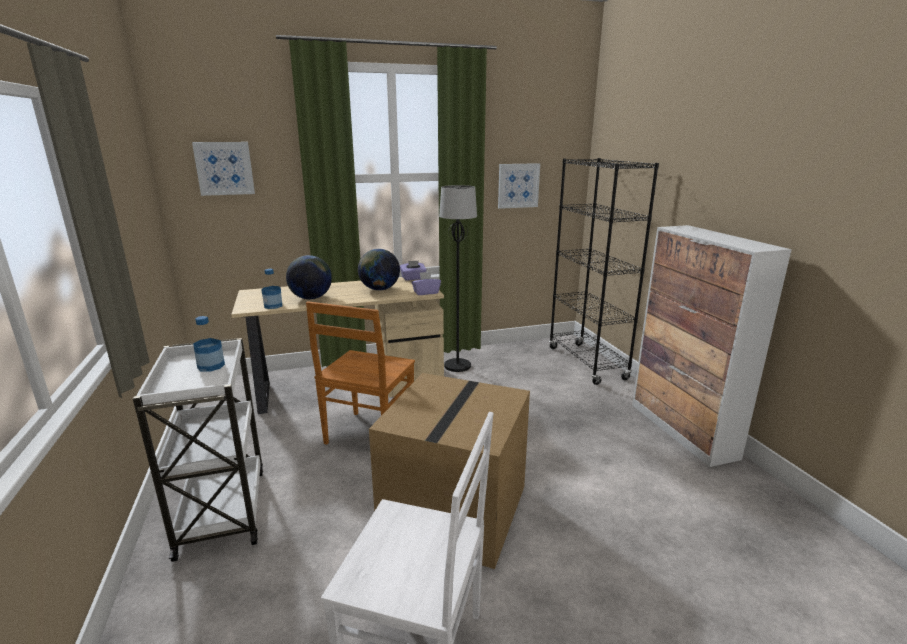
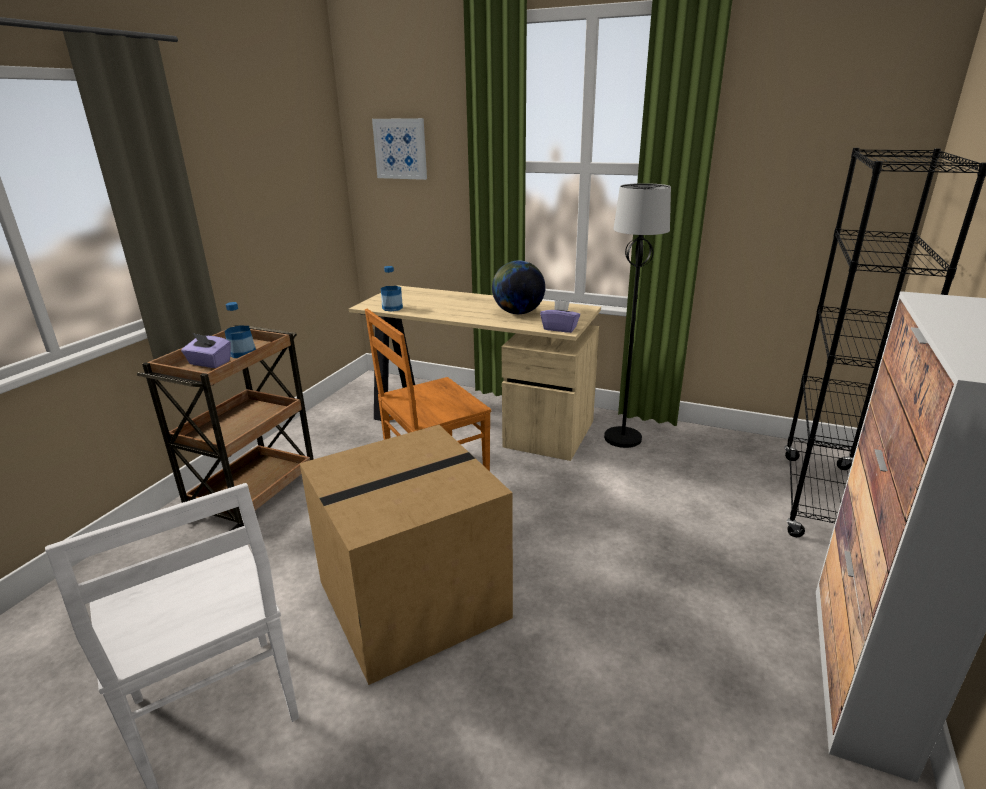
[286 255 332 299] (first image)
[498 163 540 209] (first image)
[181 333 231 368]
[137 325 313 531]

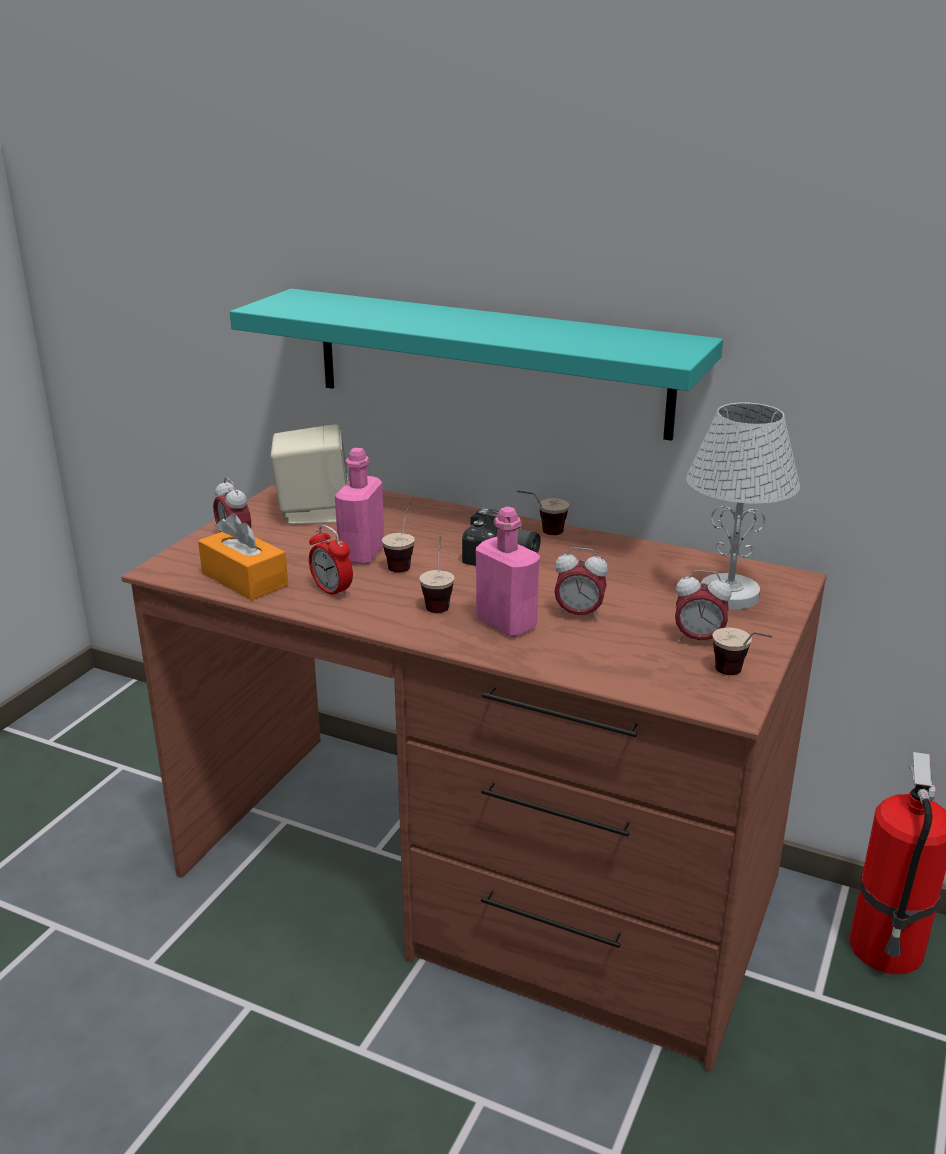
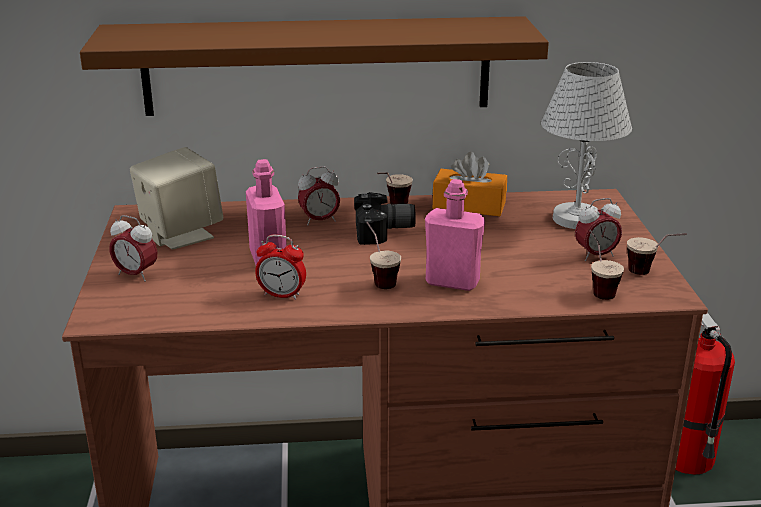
[433 152 507 216]
[590 230 624 300]
[298 166 340 226]
[80 16 549 116]

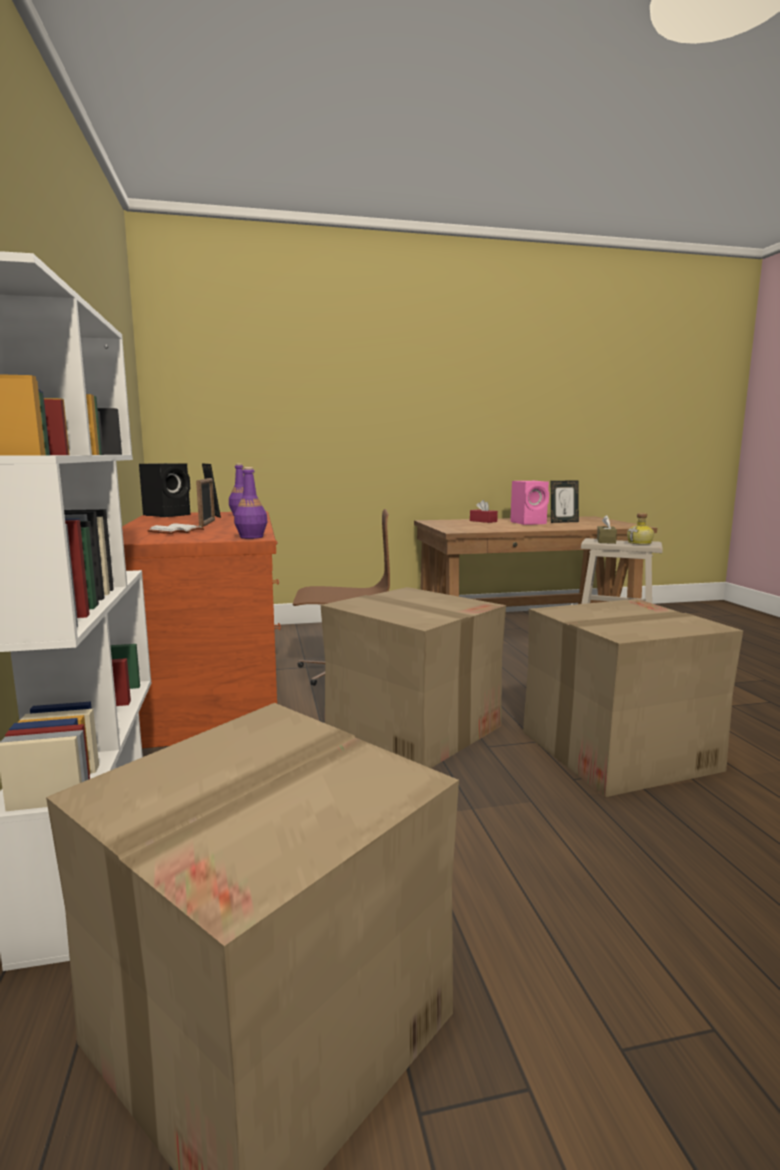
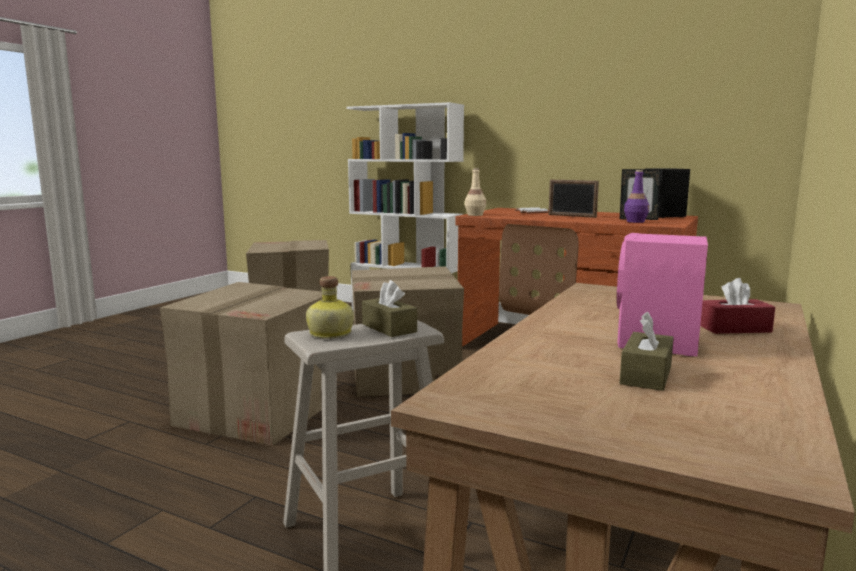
[620 312 674 391]
[465 168 486 216]

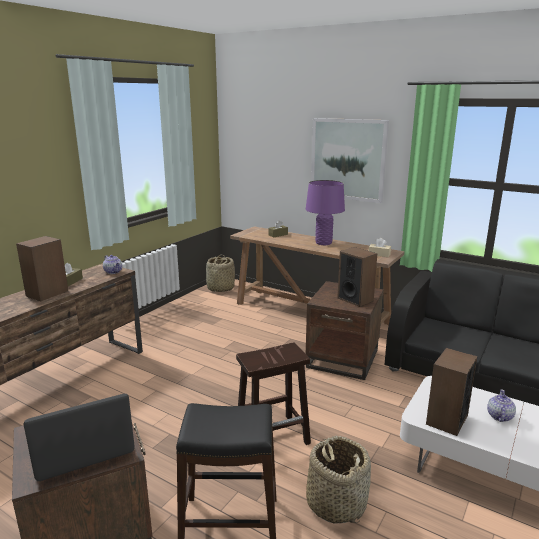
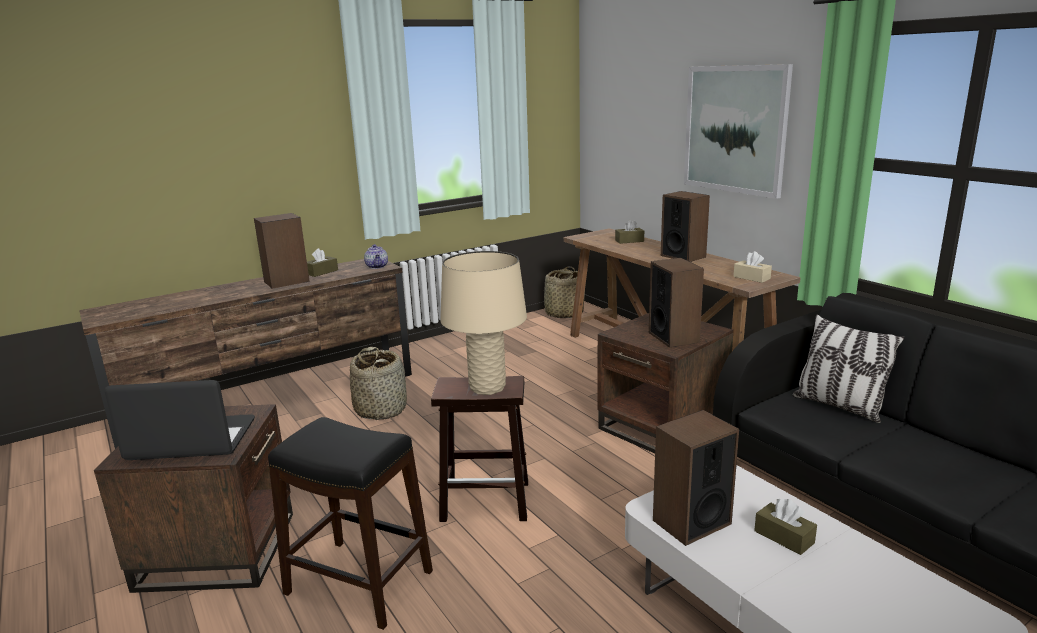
[440 251 527 395]
[792 315 904 423]
[350 347 407 420]
[661 191 710 262]
[754 499 817 555]

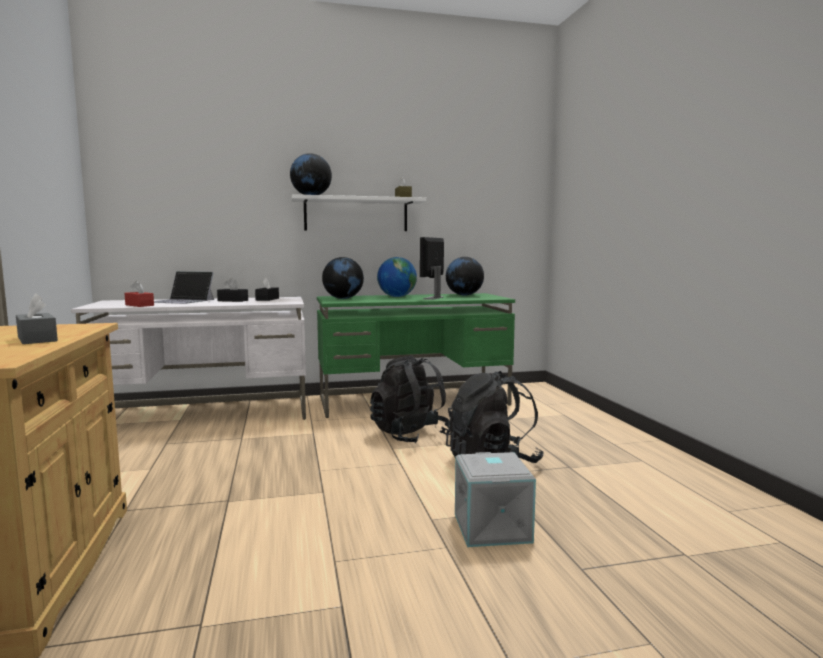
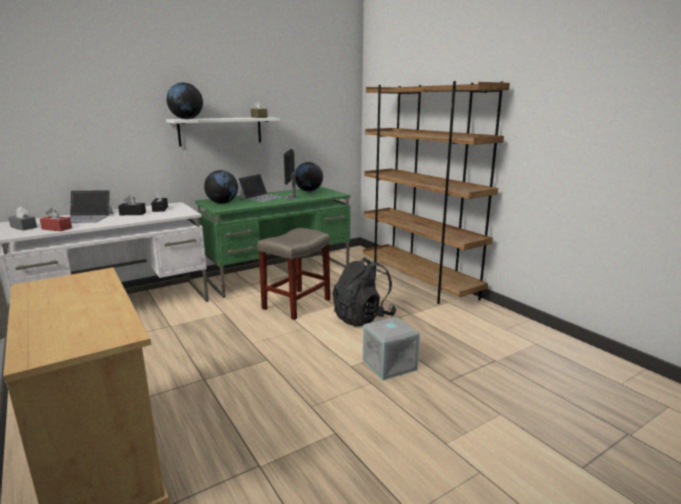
[363 81 510 304]
[8 206 37 231]
[257 228 330 320]
[237 174 284 202]

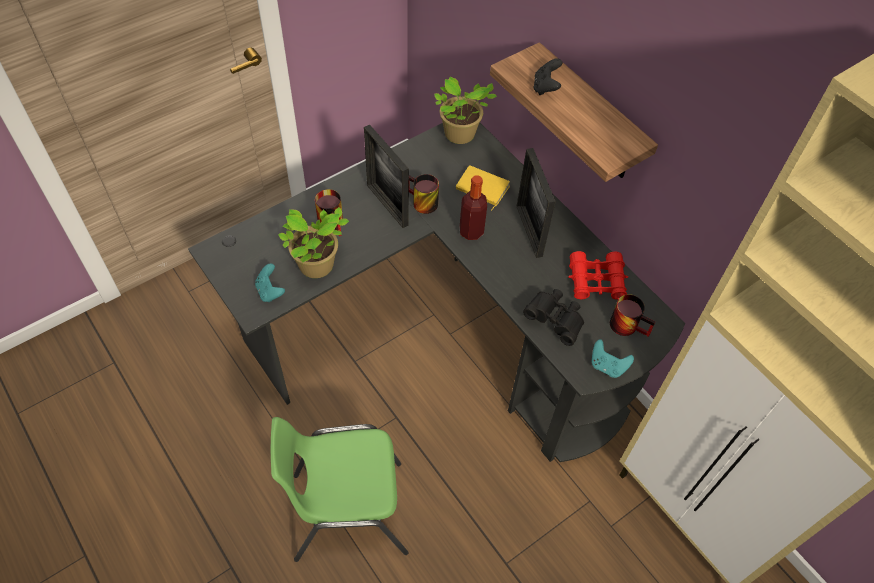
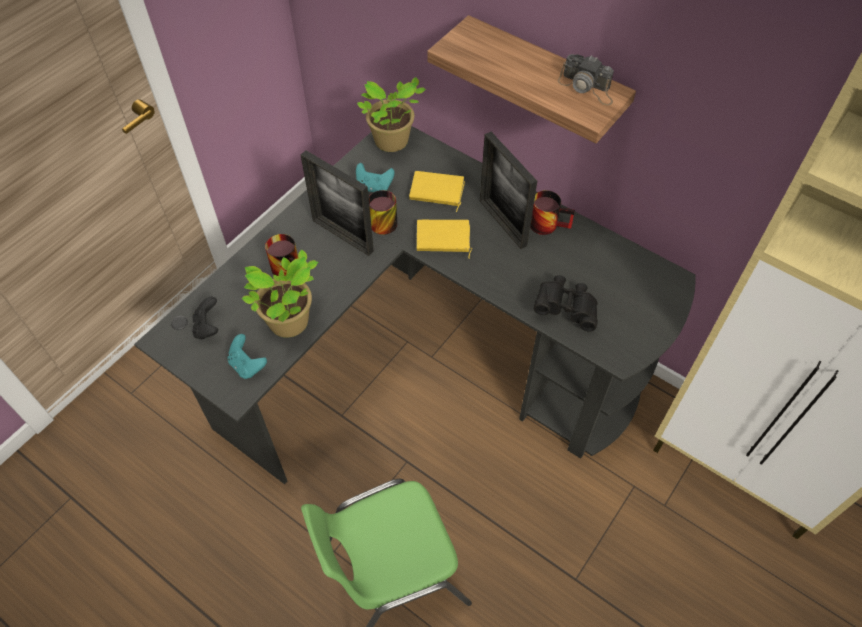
[568 251 628 300] (first image)
[558 54 614 105]
[192 297 218 339]
[356 163 395 192]
[530 190 575 235]
[417 220 472 259]

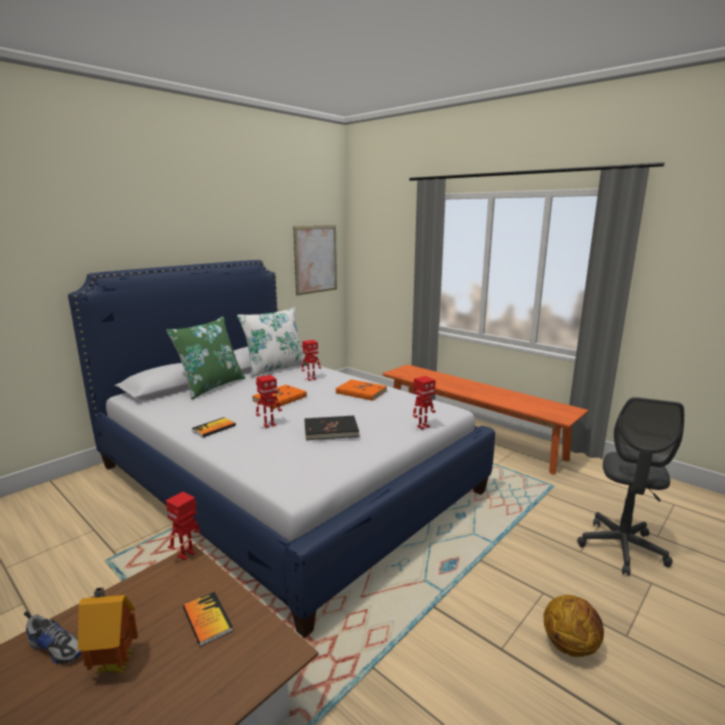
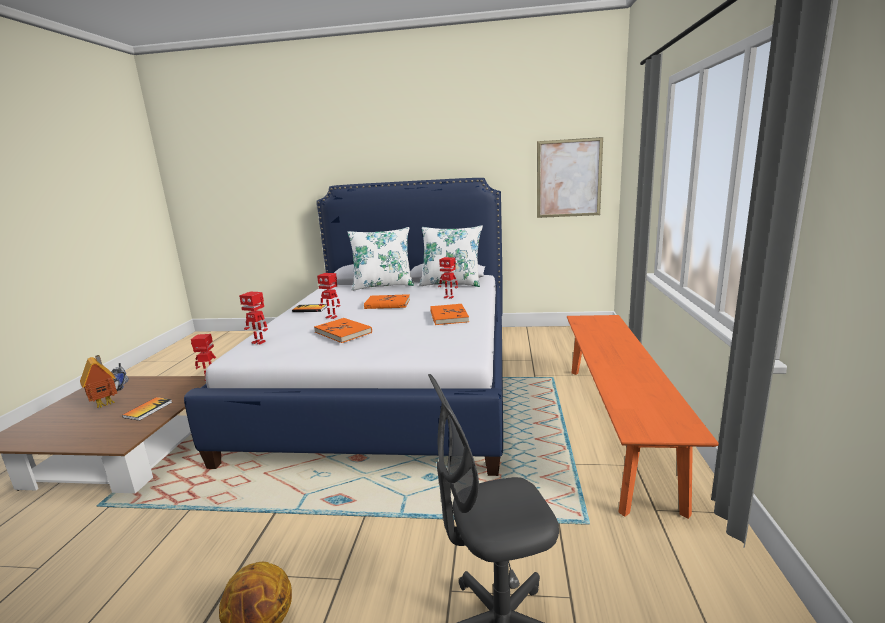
[239 292 268 344]
[348 227 414 291]
[314 318 372 343]

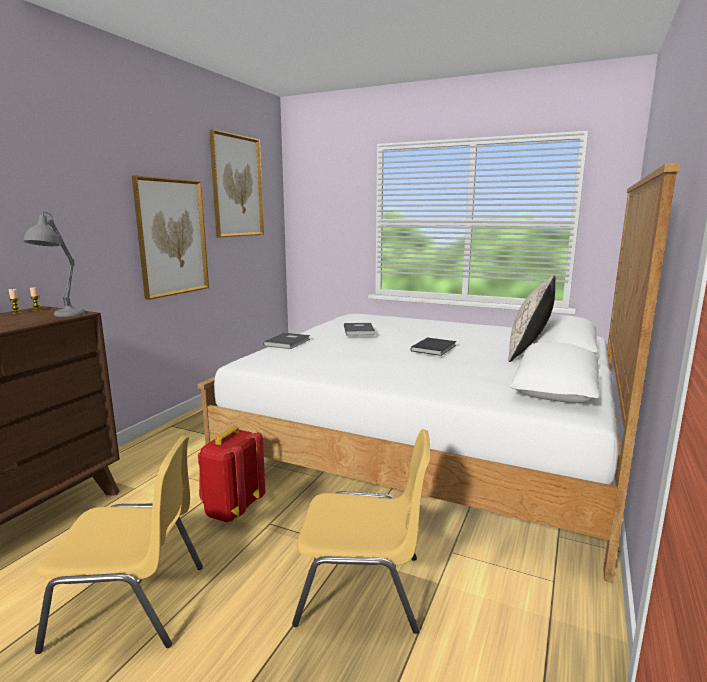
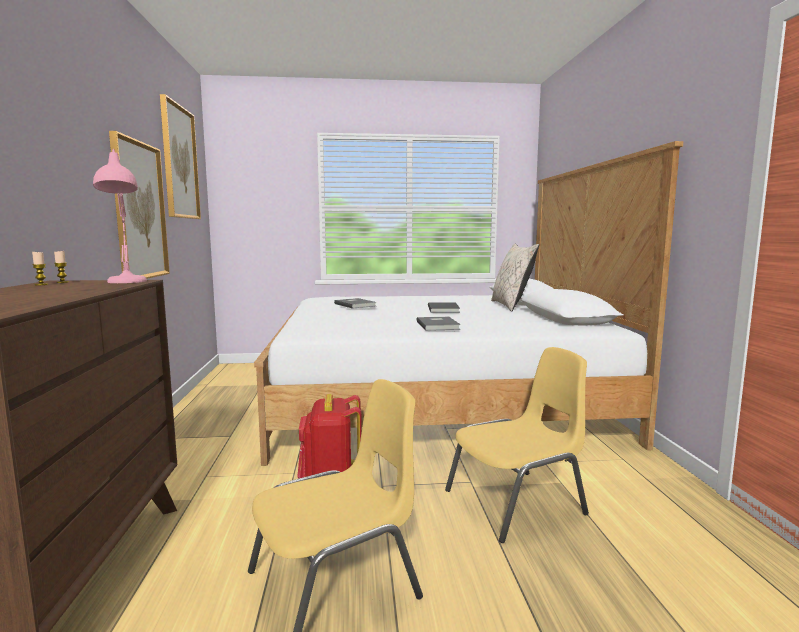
[416 317 461 331]
[93 149 147 283]

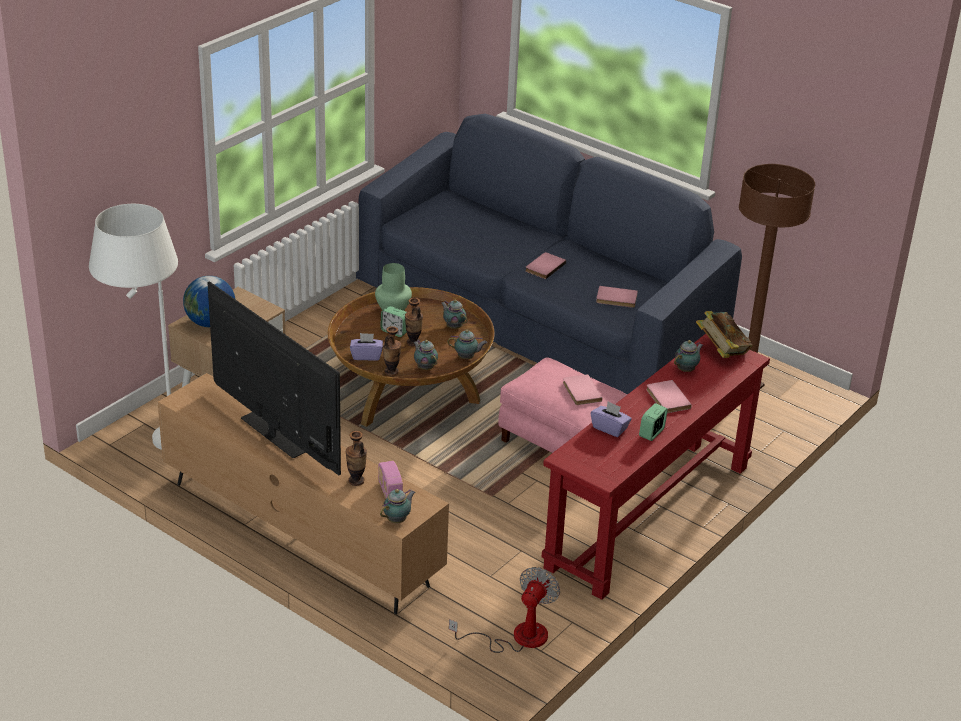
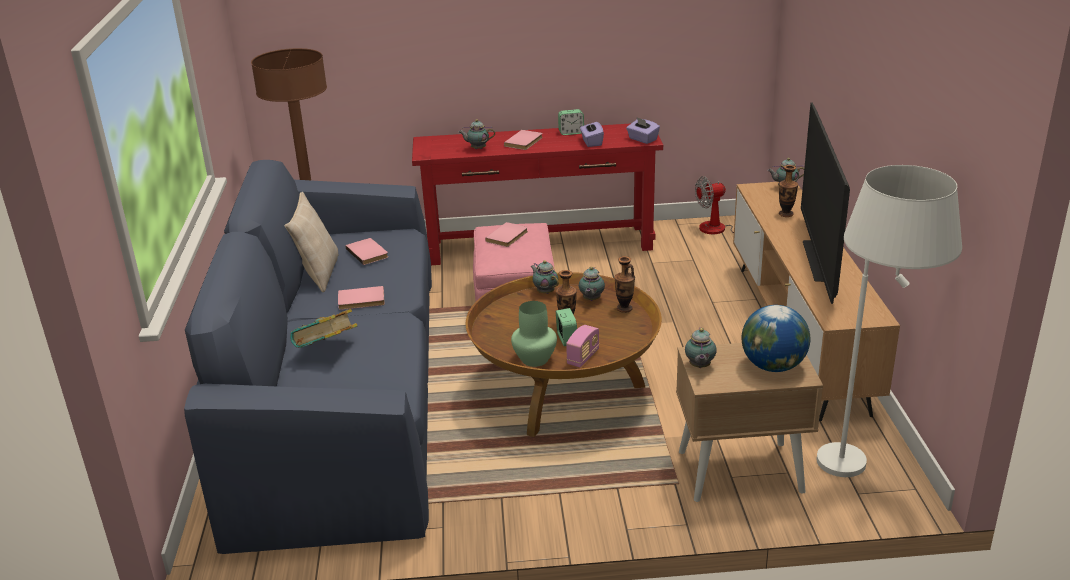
[285 192 339 292]
[626 117 660 144]
[566 325 599 367]
[685 327 717 368]
[290 309 357 348]

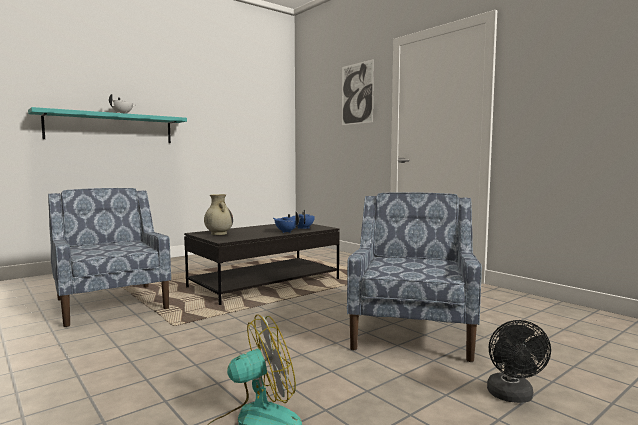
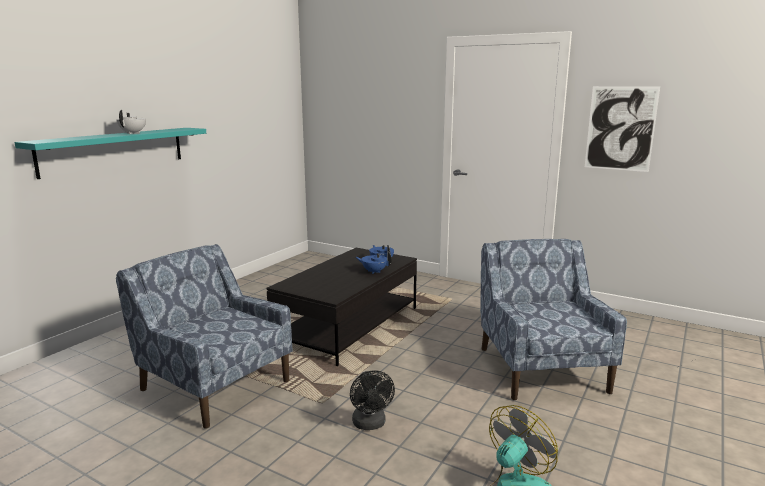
[204 194 233 235] (first image)
[585 86 660 172]
[350 370 395 430]

